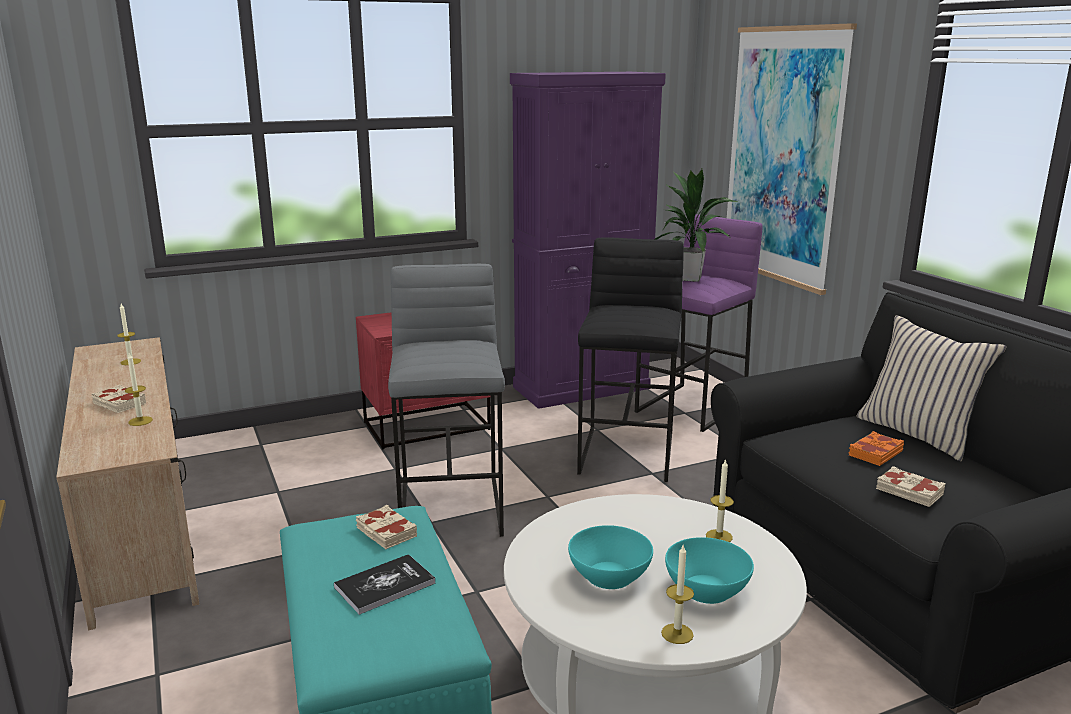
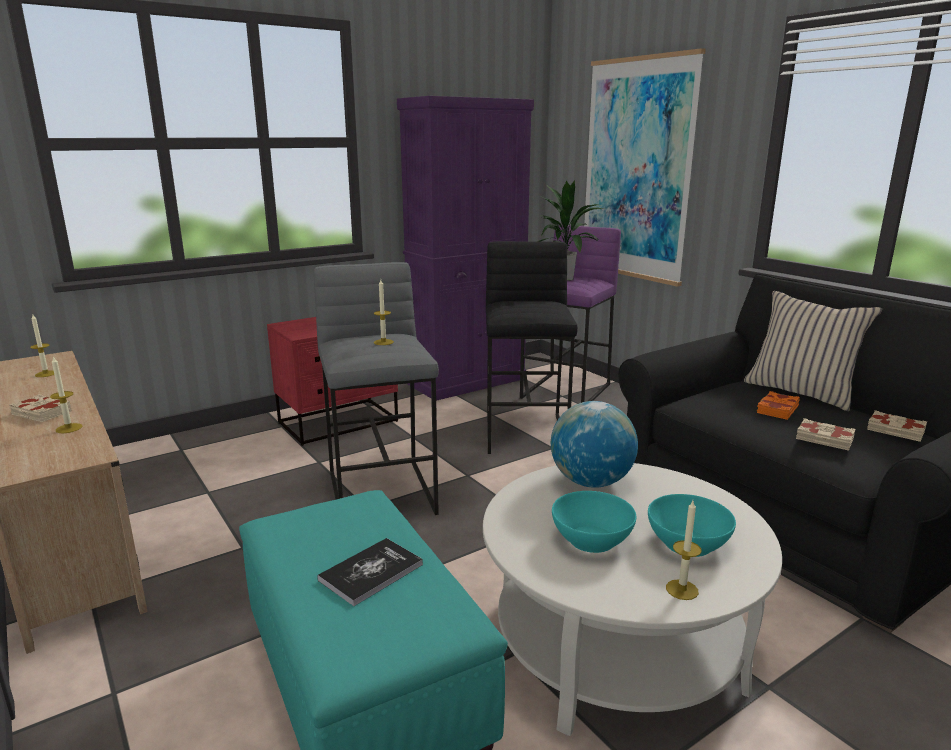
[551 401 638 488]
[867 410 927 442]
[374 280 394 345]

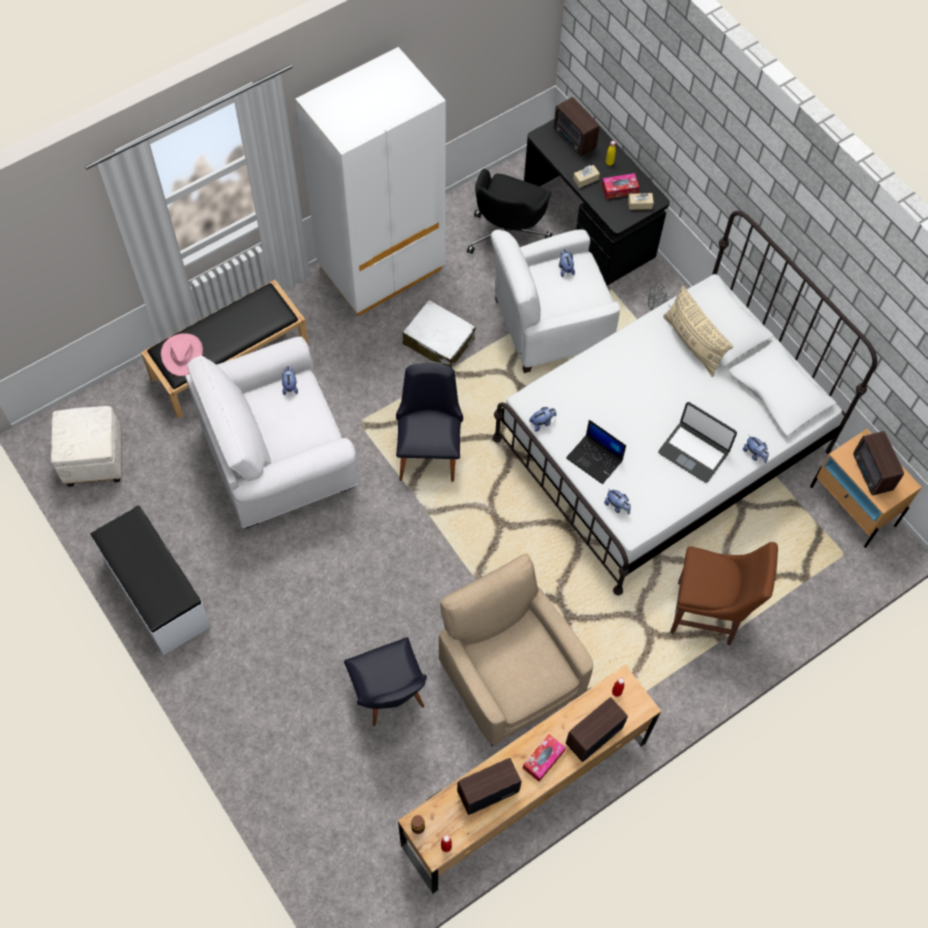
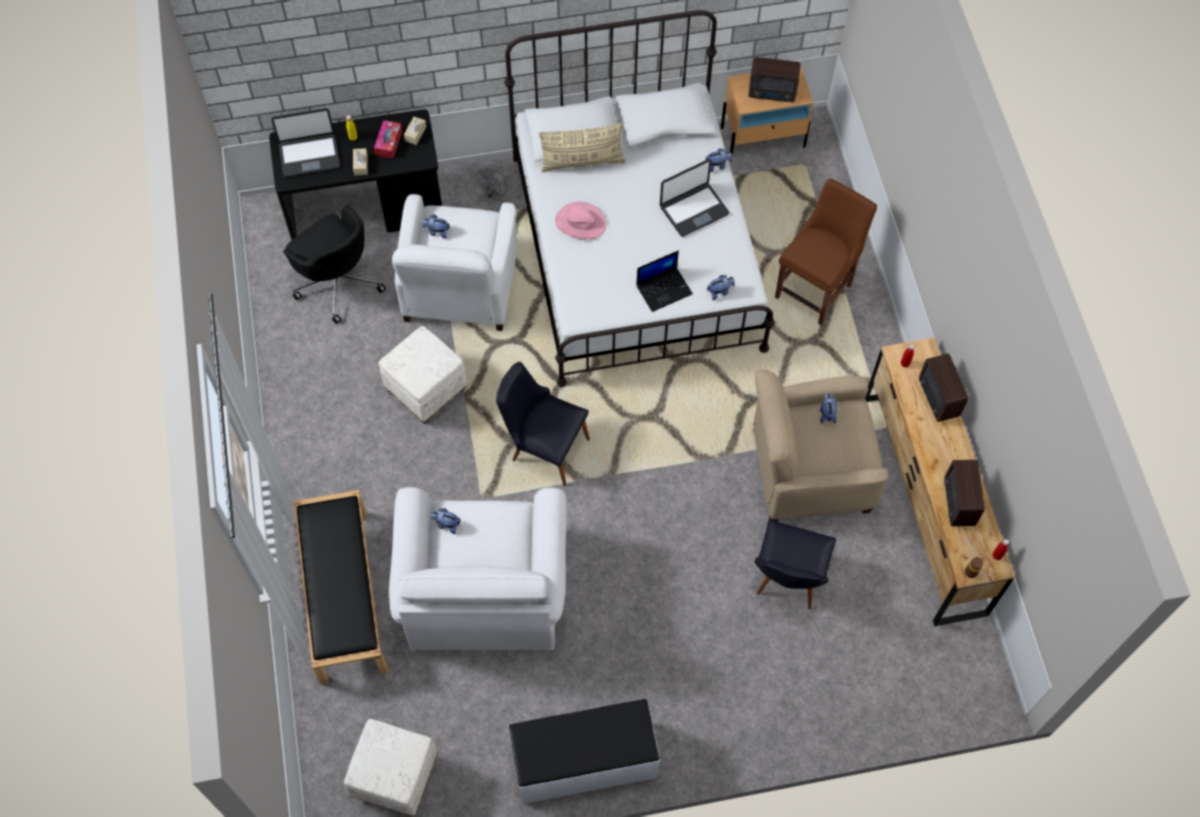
[295 47 446 316] (first image)
[523 734 566 782] (first image)
[555 202 606 239]
[820 393 837 424]
[378 326 467 424]
[271 108 340 177]
[755 520 836 609]

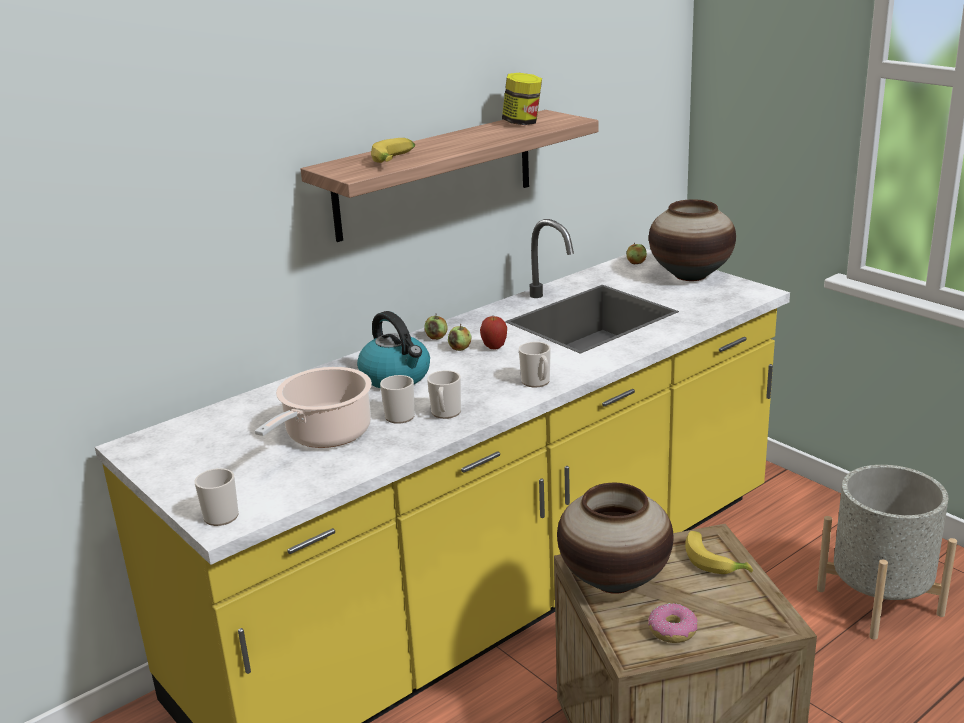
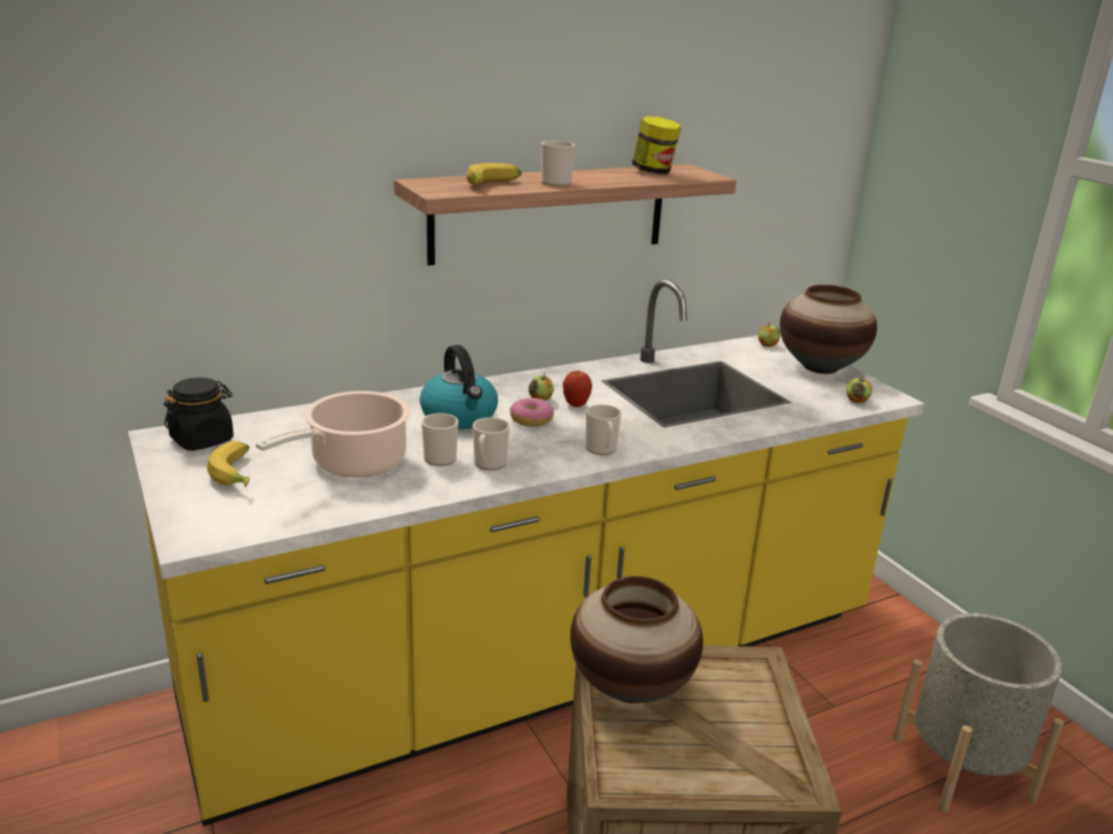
[164 378 234 451]
[541 141 575 186]
[846 375 872 403]
[510 398 554 427]
[207 441 250 487]

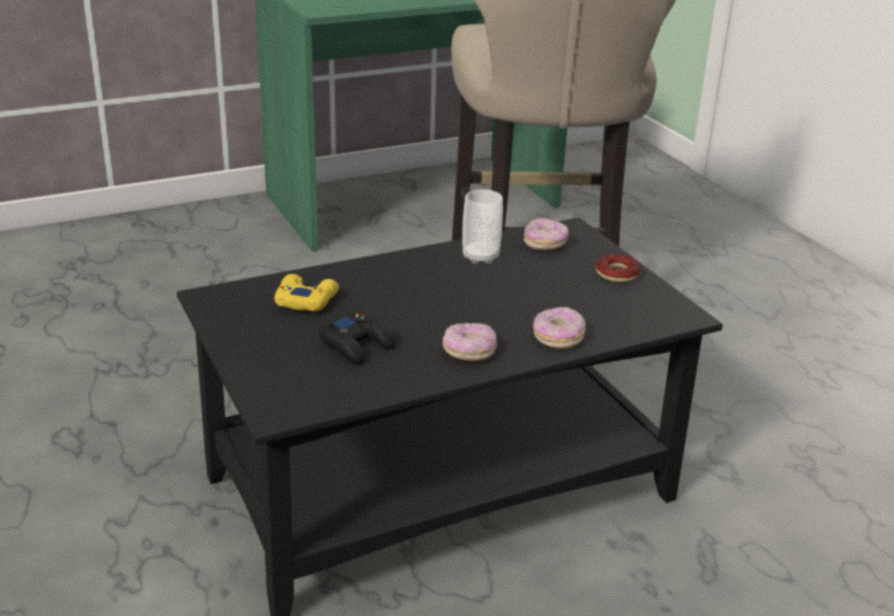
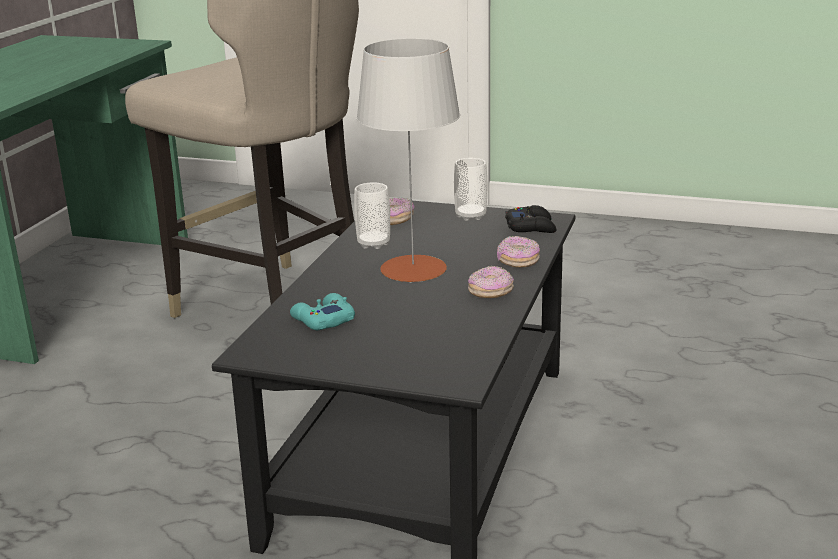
[356 38 460 283]
[505 205 556 233]
[454 158 487 221]
[290 293 355 330]

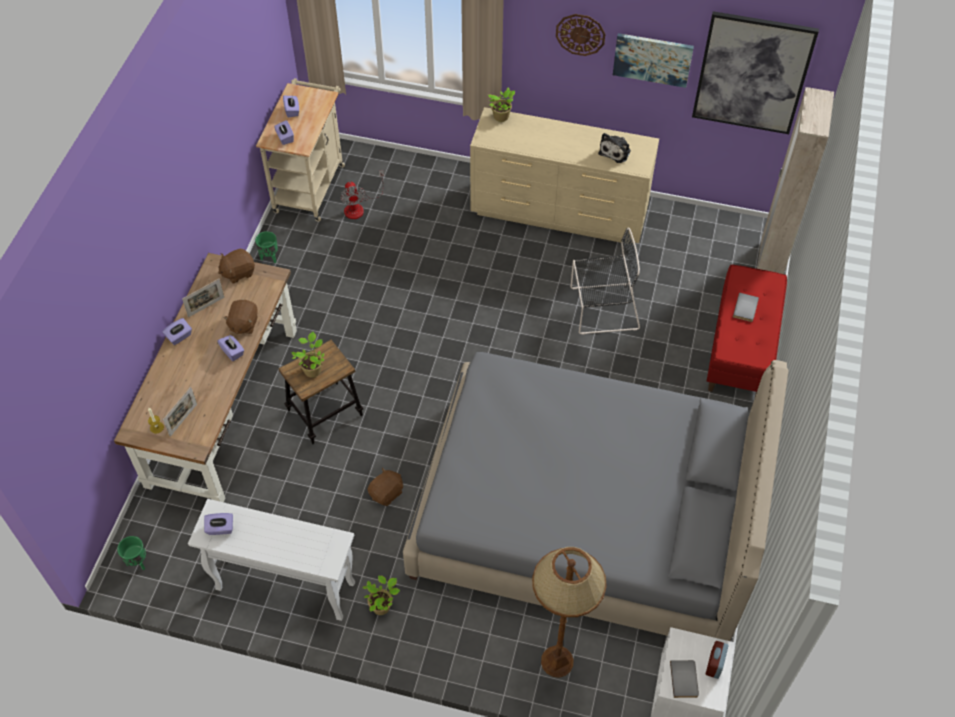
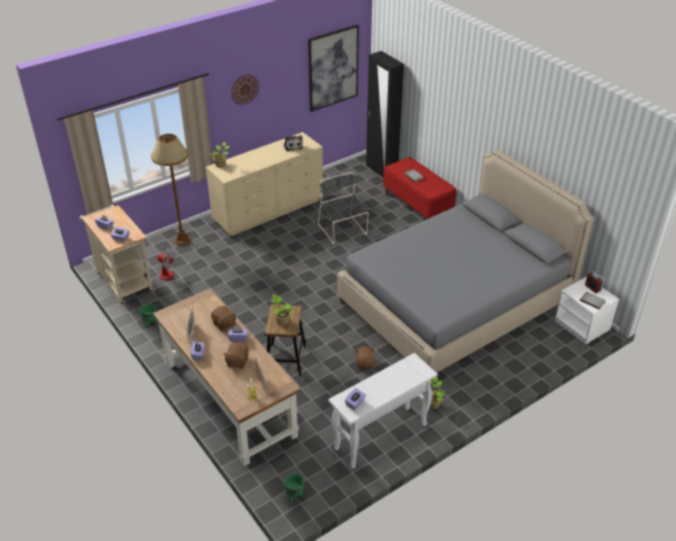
[613 33 694 88] (first image)
[223 342 249 369]
[151 134 191 246]
[366 51 404 177]
[318 172 369 244]

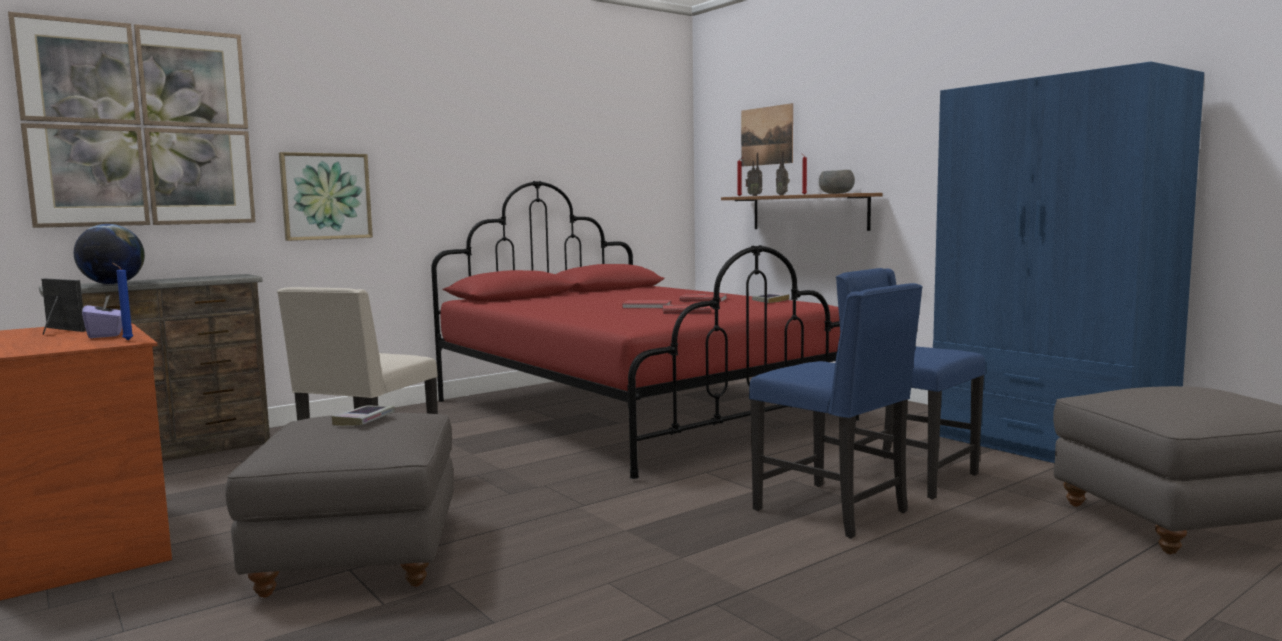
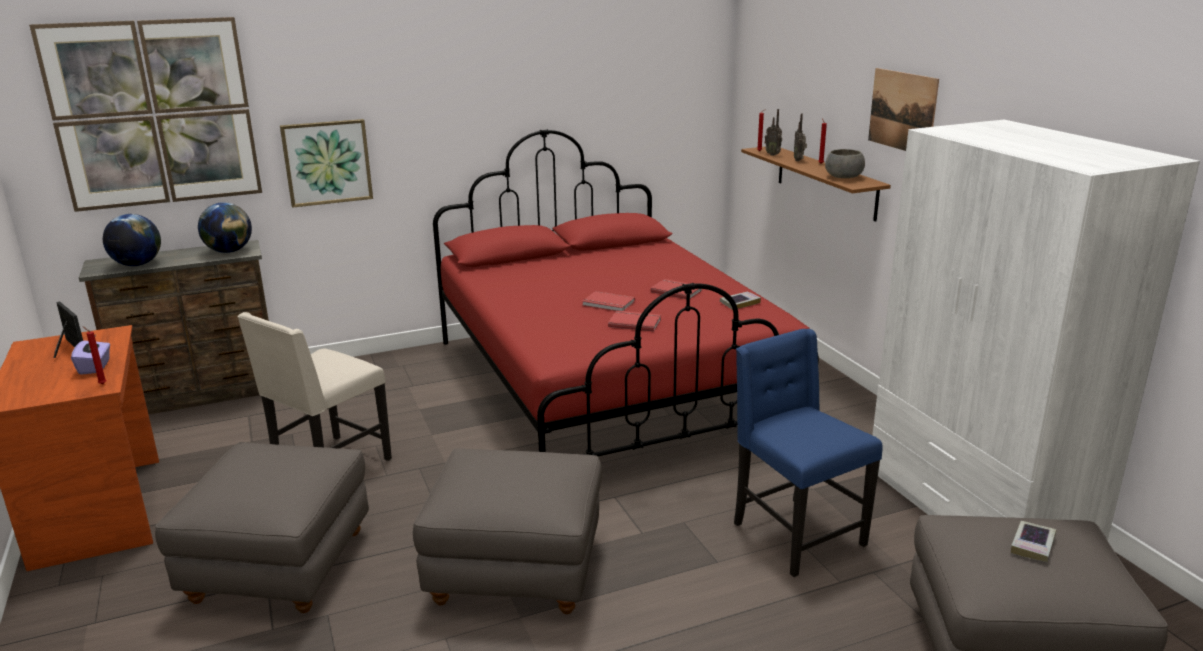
[749 283 923 539] (first image)
[198 202 252 253]
[413 448 602 614]
[1011 521 1056 562]
[868 68 939 151]
[83 326 106 384]
[873 119 1200 541]

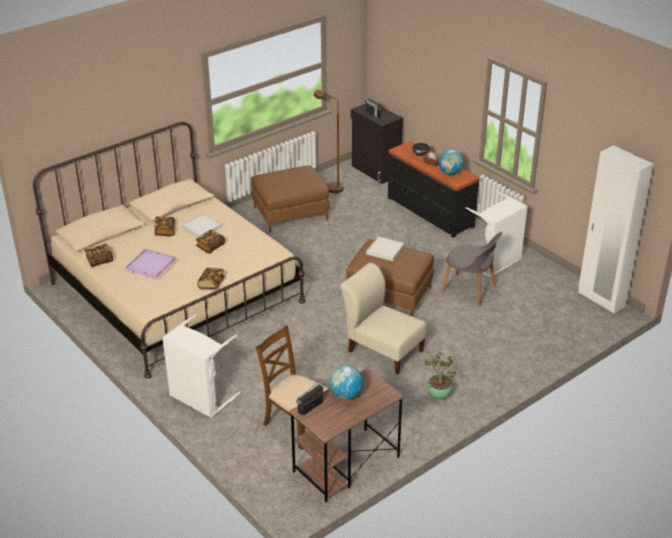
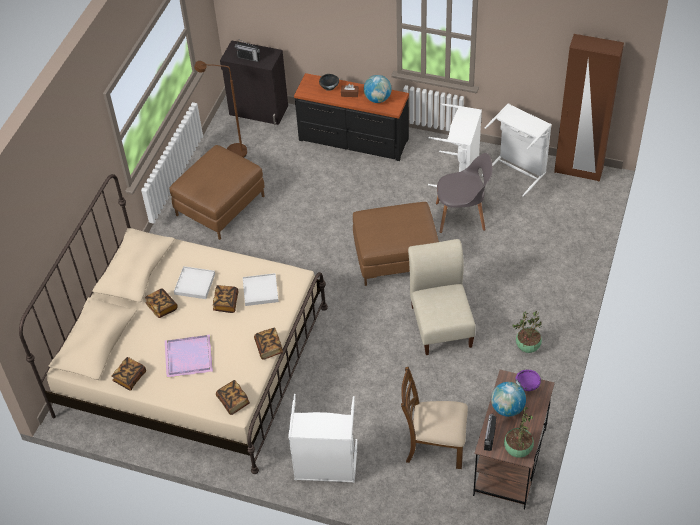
[216 380 250 415]
[482 103 552 197]
[504 407 534 458]
[515 370 541 391]
[243 273 279 306]
[554 34 624 182]
[408 239 476 355]

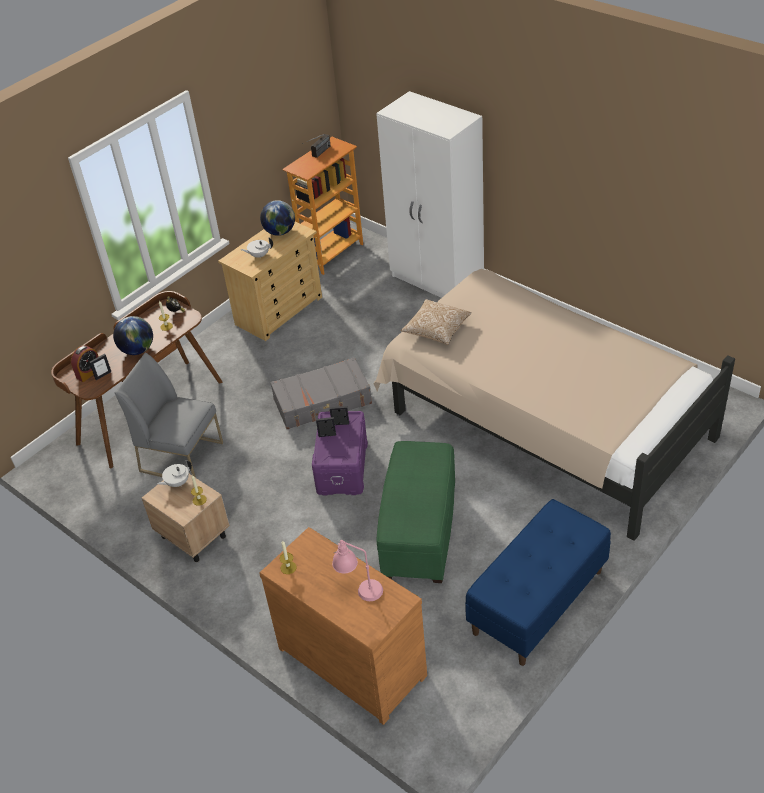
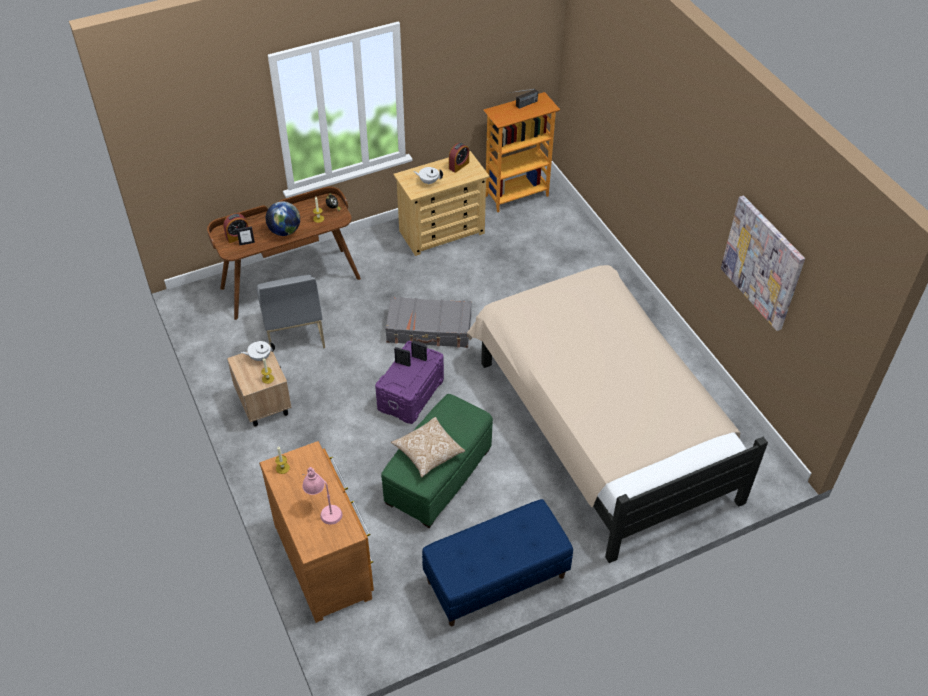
[376 91 484 298] (first image)
[721 196 805 331]
[391 417 465 477]
[449 143 469 173]
[256 274 325 353]

